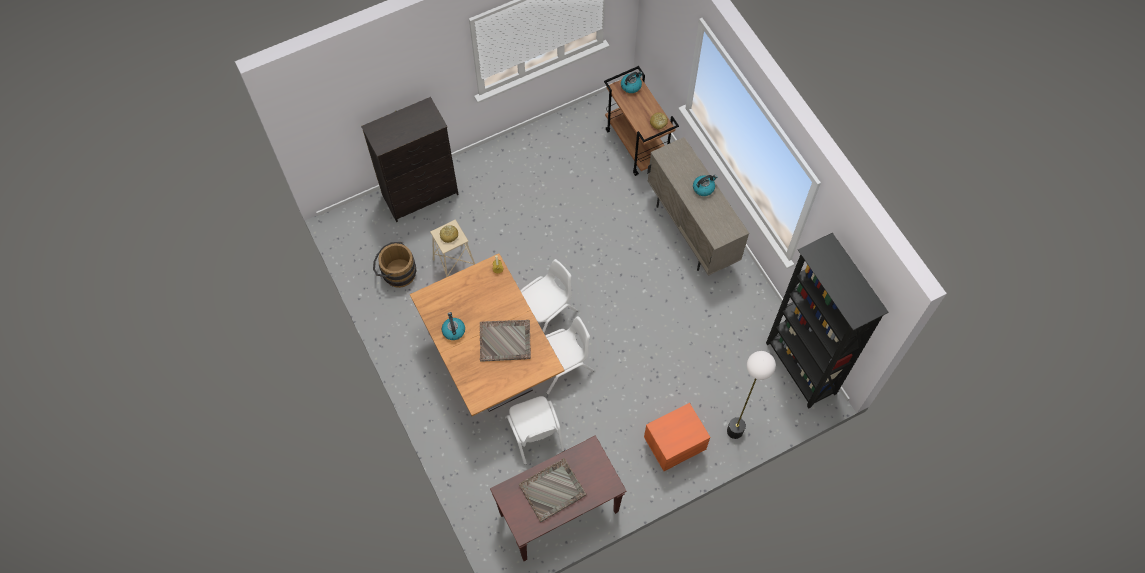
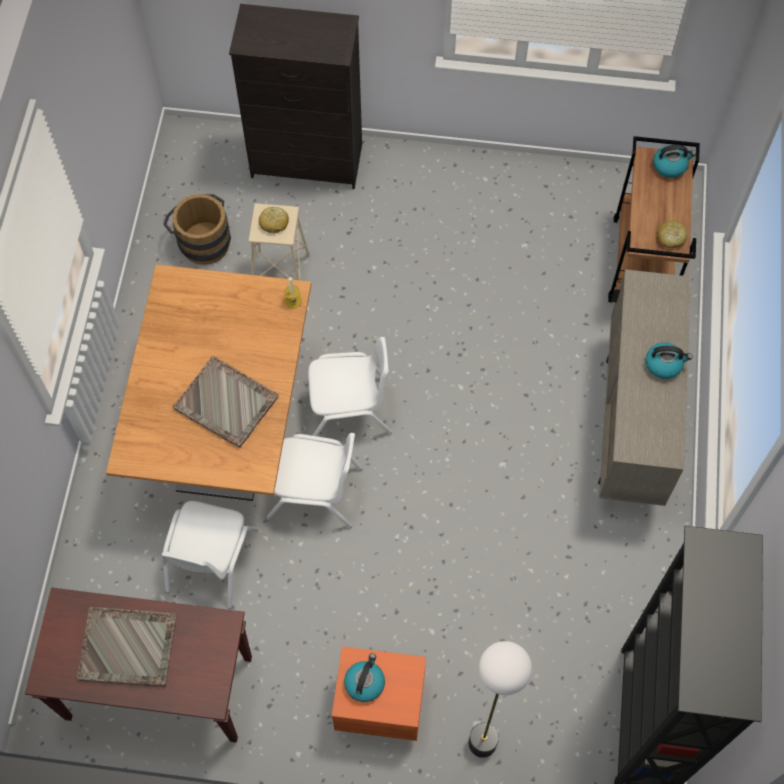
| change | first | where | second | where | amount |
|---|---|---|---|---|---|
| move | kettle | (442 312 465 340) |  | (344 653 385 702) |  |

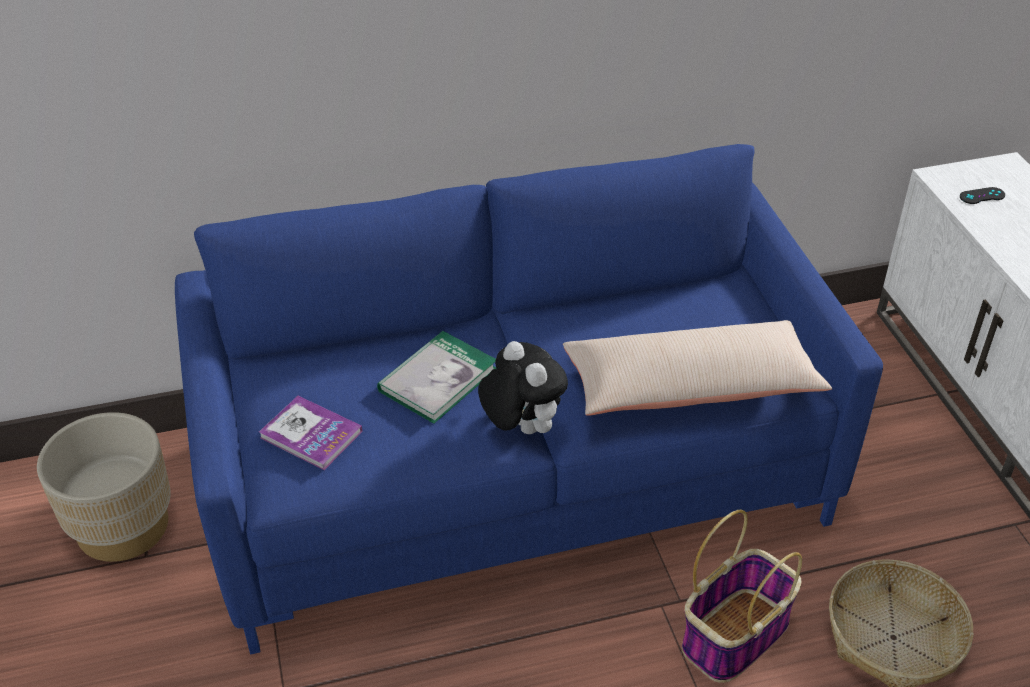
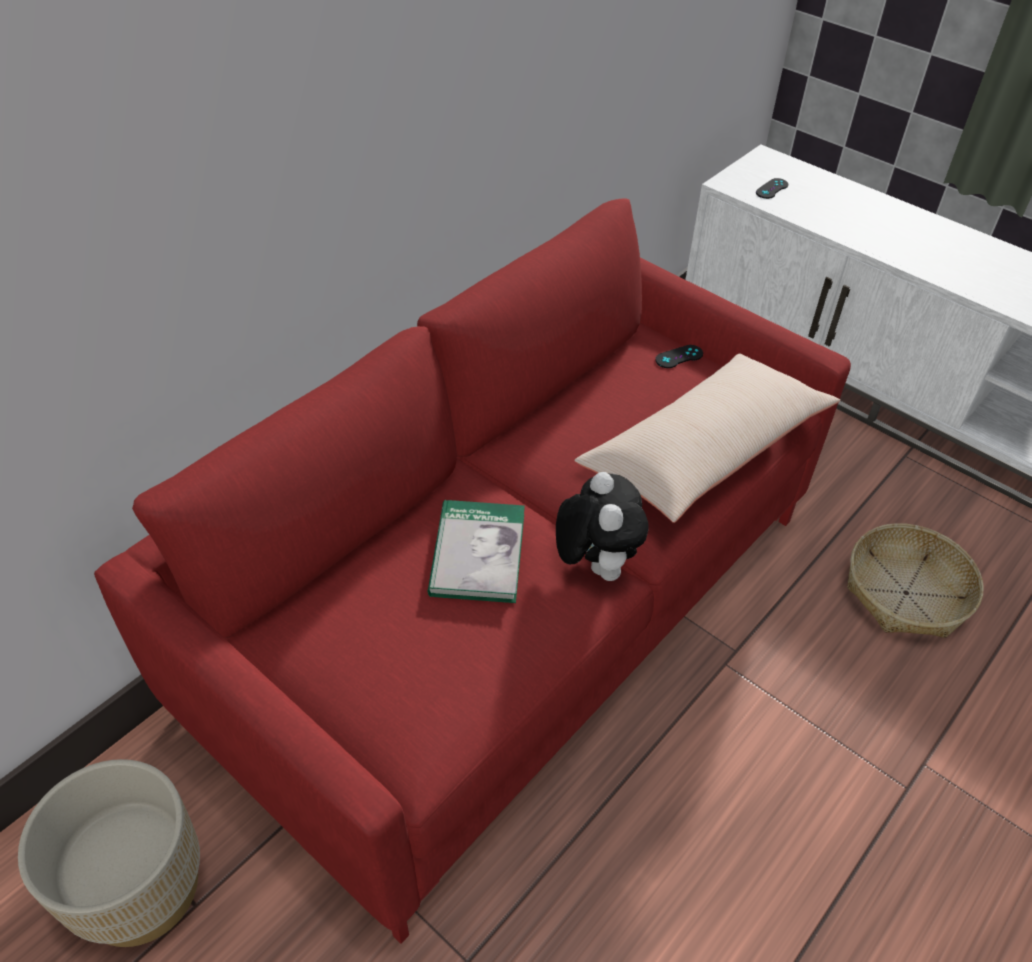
| change | first | where | second | where | amount |
|---|---|---|---|---|---|
| delete | book | (259 396 363 470) |  |  |  |
| delete | basket | (682 510 802 683) |  |  |  |
| insert |  |  | game controller in black | (656 345 703 368) |  |
| recolor | sofa in blue | (175 144 883 654) | sofa in red | (94 198 851 944) |  |
| rotate | plush toy | (478 341 568 434) |  | (556 472 649 581) | 60 degrees clockwise |

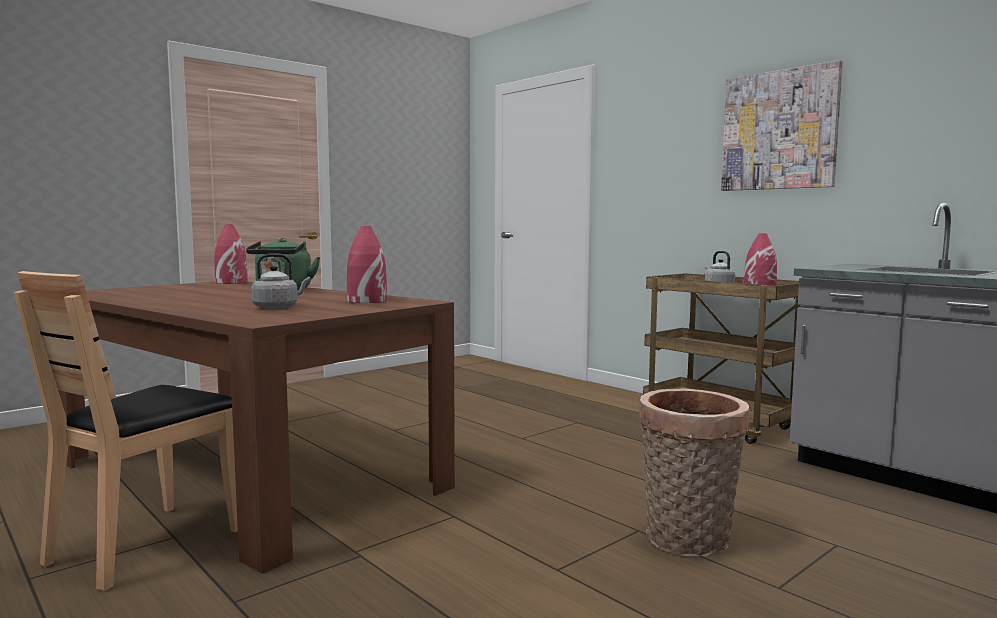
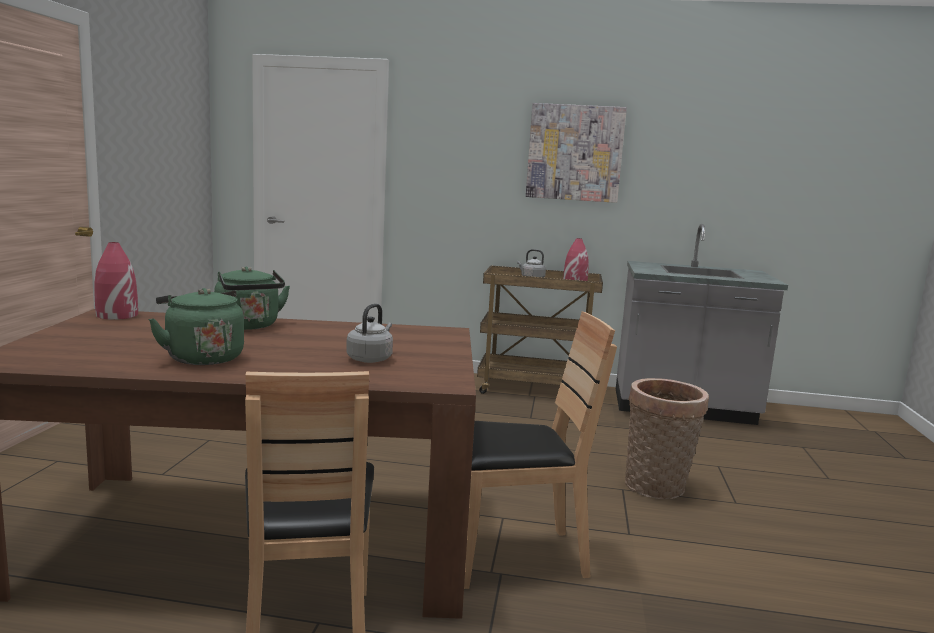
| change | first | where | second | where | amount |
|---|---|---|---|---|---|
| delete | vase in red | (347 226 387 303) |  |  |  |
| insert |  |  | kettle in green | (149 288 244 365) |  |
| insert |  |  | chair in brown | (464 311 617 589) |  |

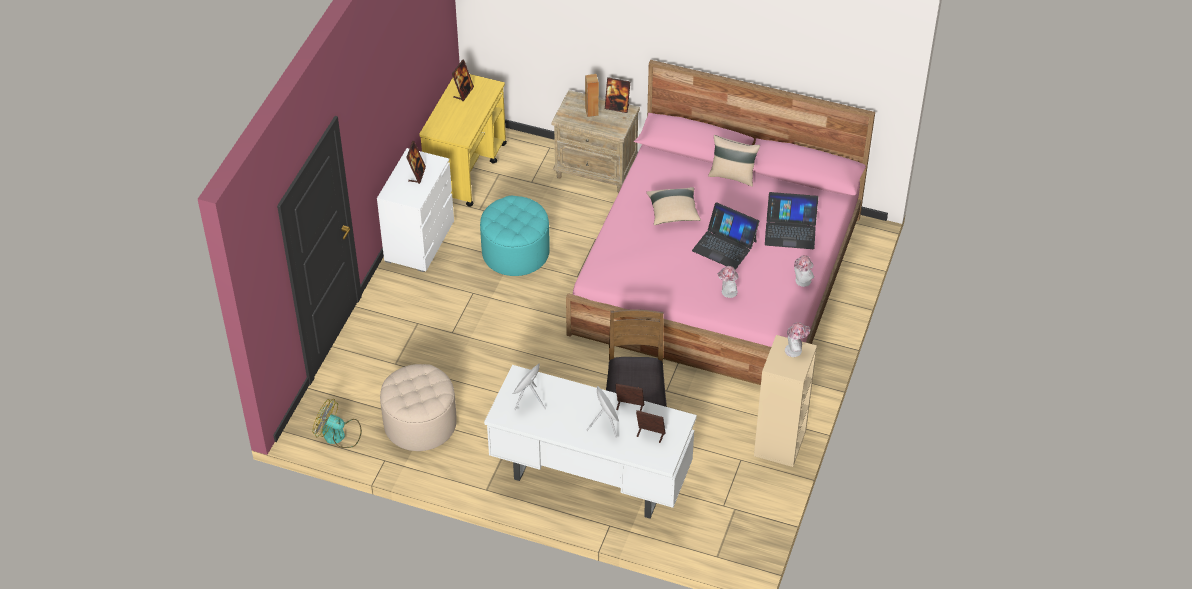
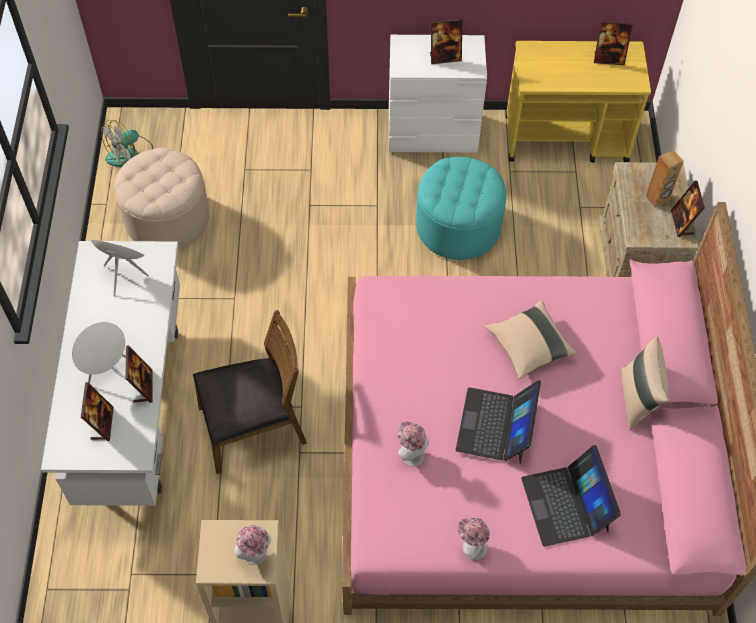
| change | first | where | second | where | amount |
|---|---|---|---|---|---|
| rotate | fan | (312 399 362 448) |  | (101 120 153 167) | 135 degrees counterclockwise |

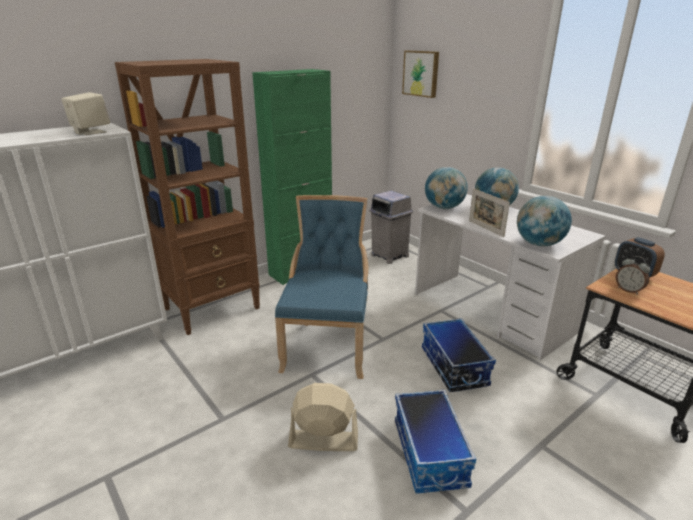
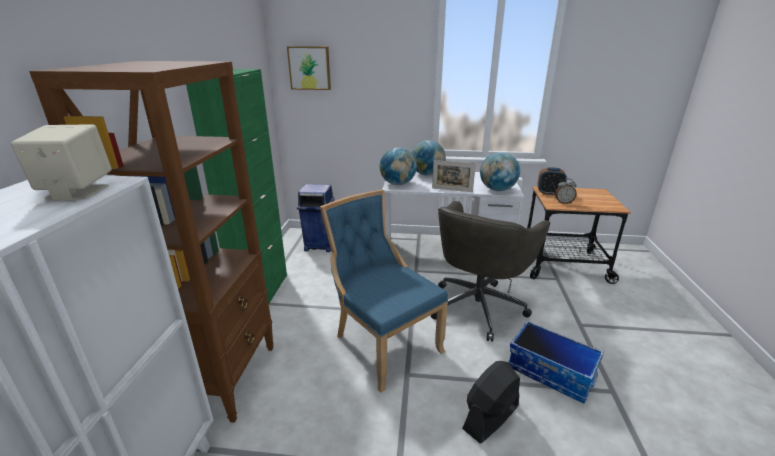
| change | first | where | second | where | amount |
|---|---|---|---|---|---|
| replace | storage box | (422 318 496 392) | office chair in grey | (431 201 550 342) |  |
| recolor | fan in beige | (288 383 358 451) | fan in black | (462 361 520 444) |  |
| recolor | trash can in grey | (369 191 413 264) | trash can in blue | (297 184 335 252) |  |

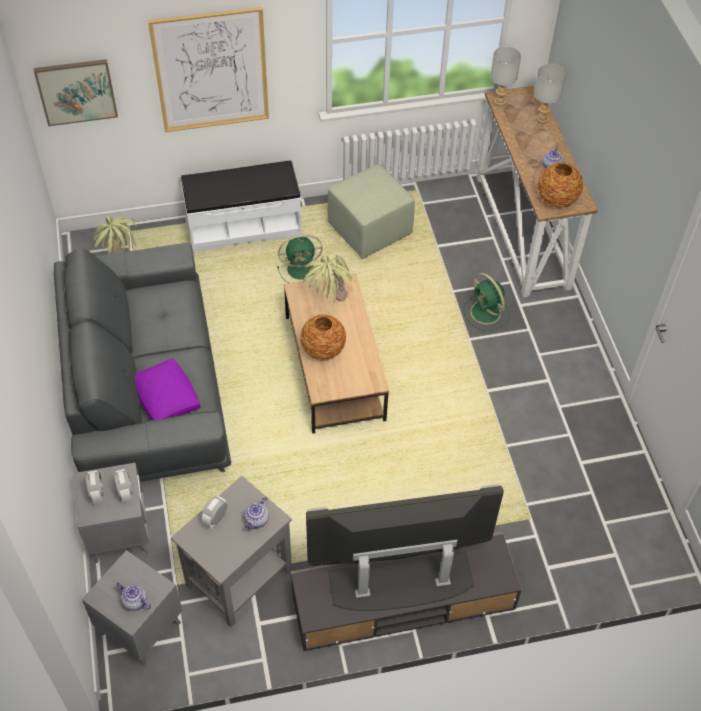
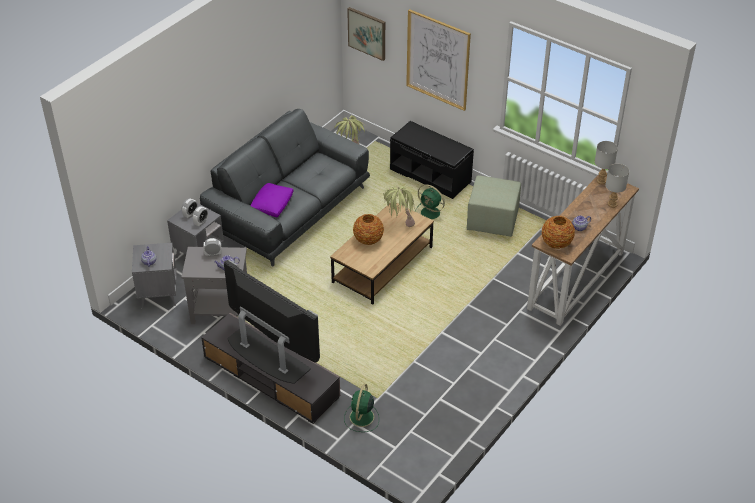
| change | first | where | second | where | amount |
|---|---|---|---|---|---|
| move | fan in green | (464 273 510 331) |  | (344 384 379 432) |  |
| recolor | bench in white | (181 160 301 252) | bench in black | (390 121 474 199) |  |

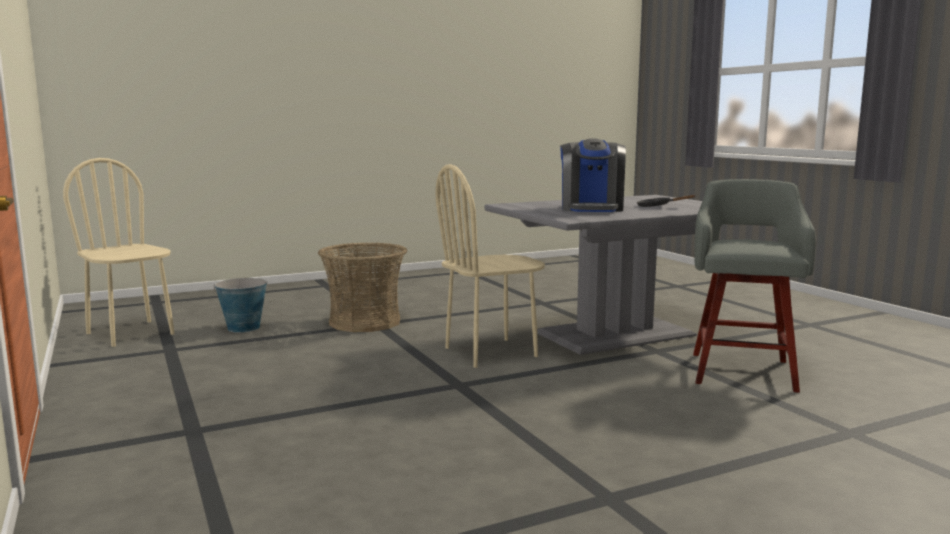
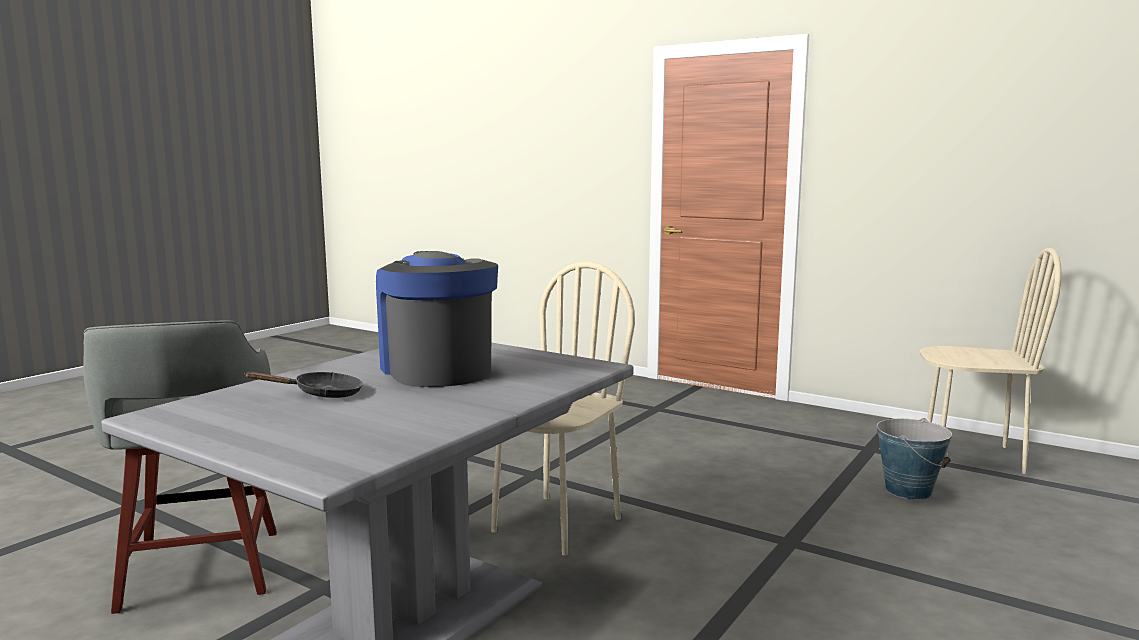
| change | first | where | second | where | amount |
|---|---|---|---|---|---|
| delete | basket | (318 242 407 332) |  |  |  |

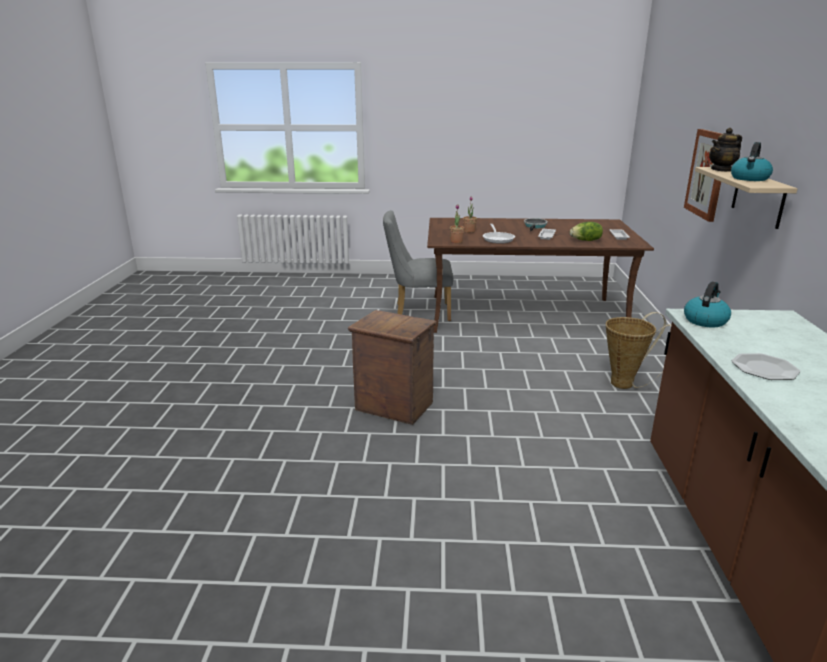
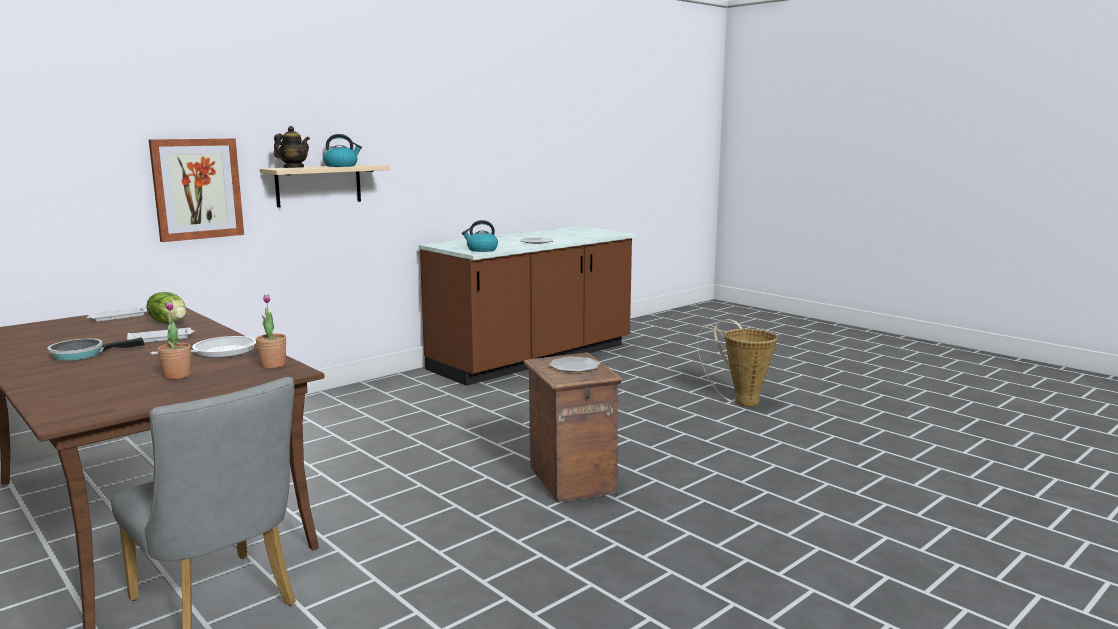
| change | first | where | second | where | amount |
|---|---|---|---|---|---|
| insert |  |  | plate | (549 356 600 372) |  |
| move | basket | (606 312 672 389) |  | (697 319 778 406) |  |
| rotate | teapot | (709 128 742 172) |  | (274 126 310 168) | 75 degrees counterclockwise |

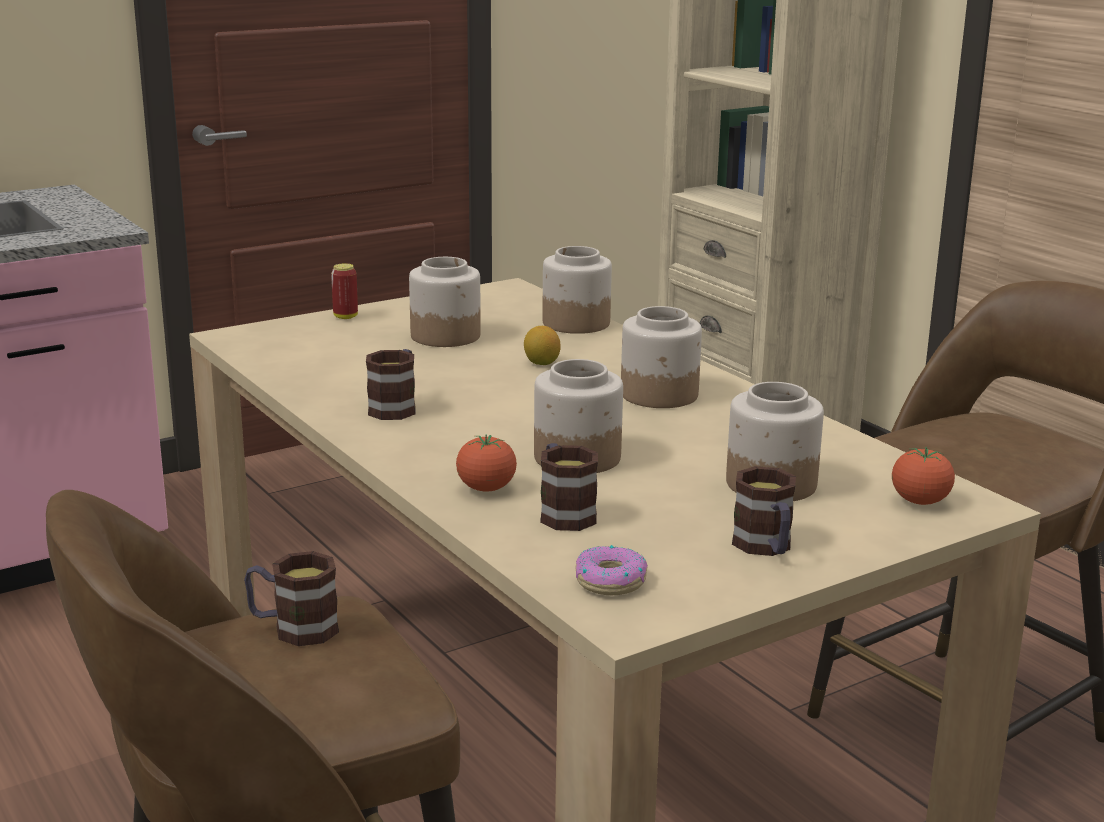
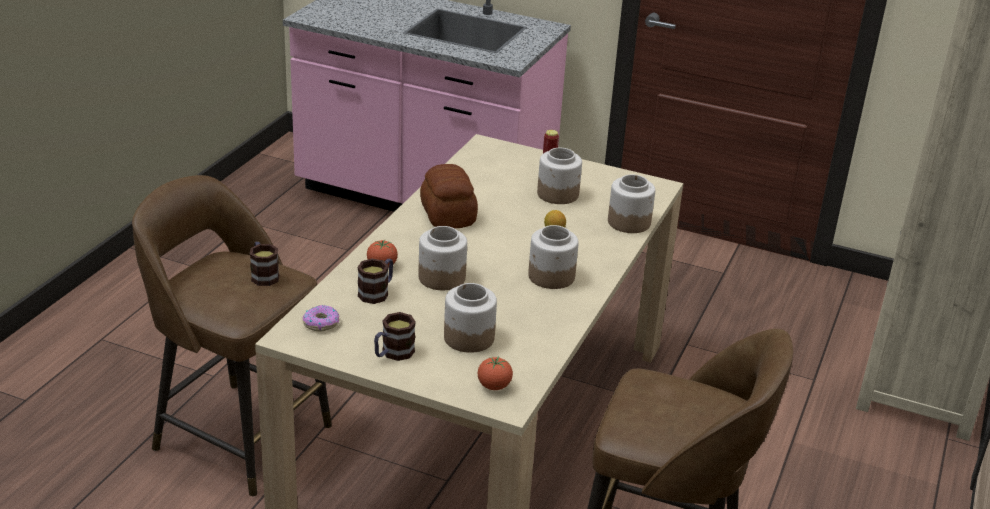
| change | first | where | second | where | amount |
|---|---|---|---|---|---|
| replace | mug | (366 349 416 420) | bread | (420 164 478 228) |  |

